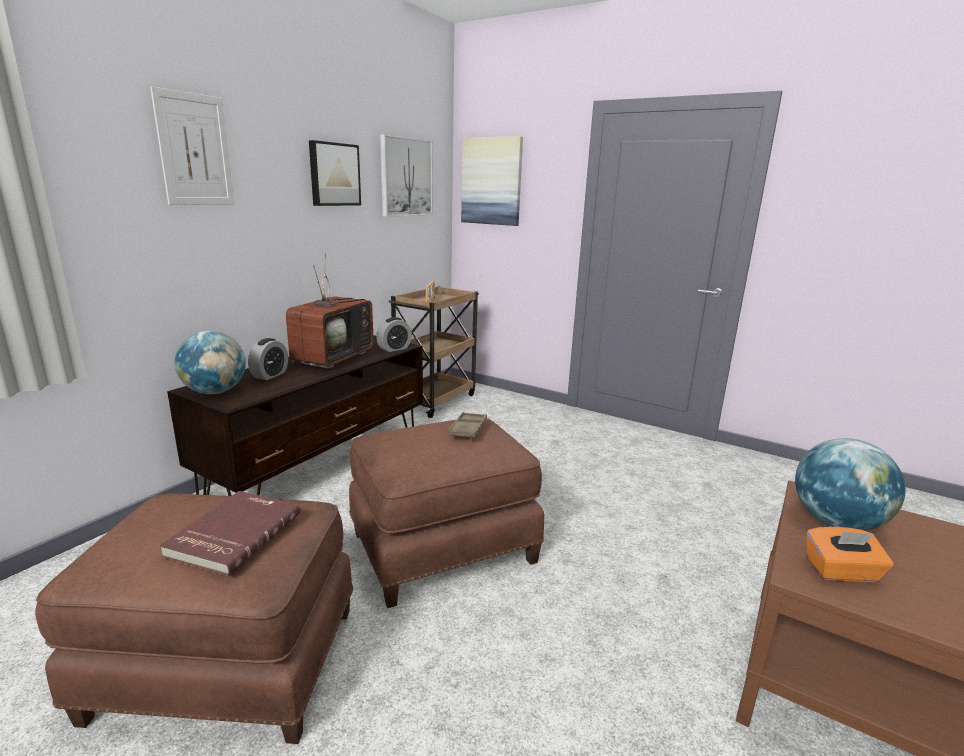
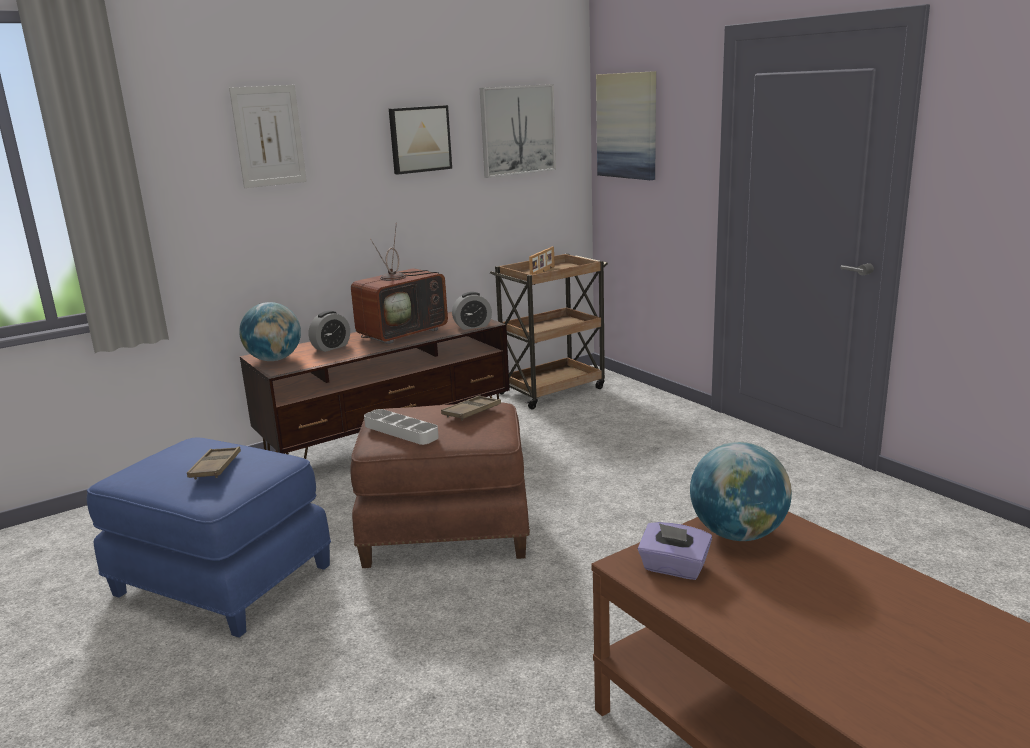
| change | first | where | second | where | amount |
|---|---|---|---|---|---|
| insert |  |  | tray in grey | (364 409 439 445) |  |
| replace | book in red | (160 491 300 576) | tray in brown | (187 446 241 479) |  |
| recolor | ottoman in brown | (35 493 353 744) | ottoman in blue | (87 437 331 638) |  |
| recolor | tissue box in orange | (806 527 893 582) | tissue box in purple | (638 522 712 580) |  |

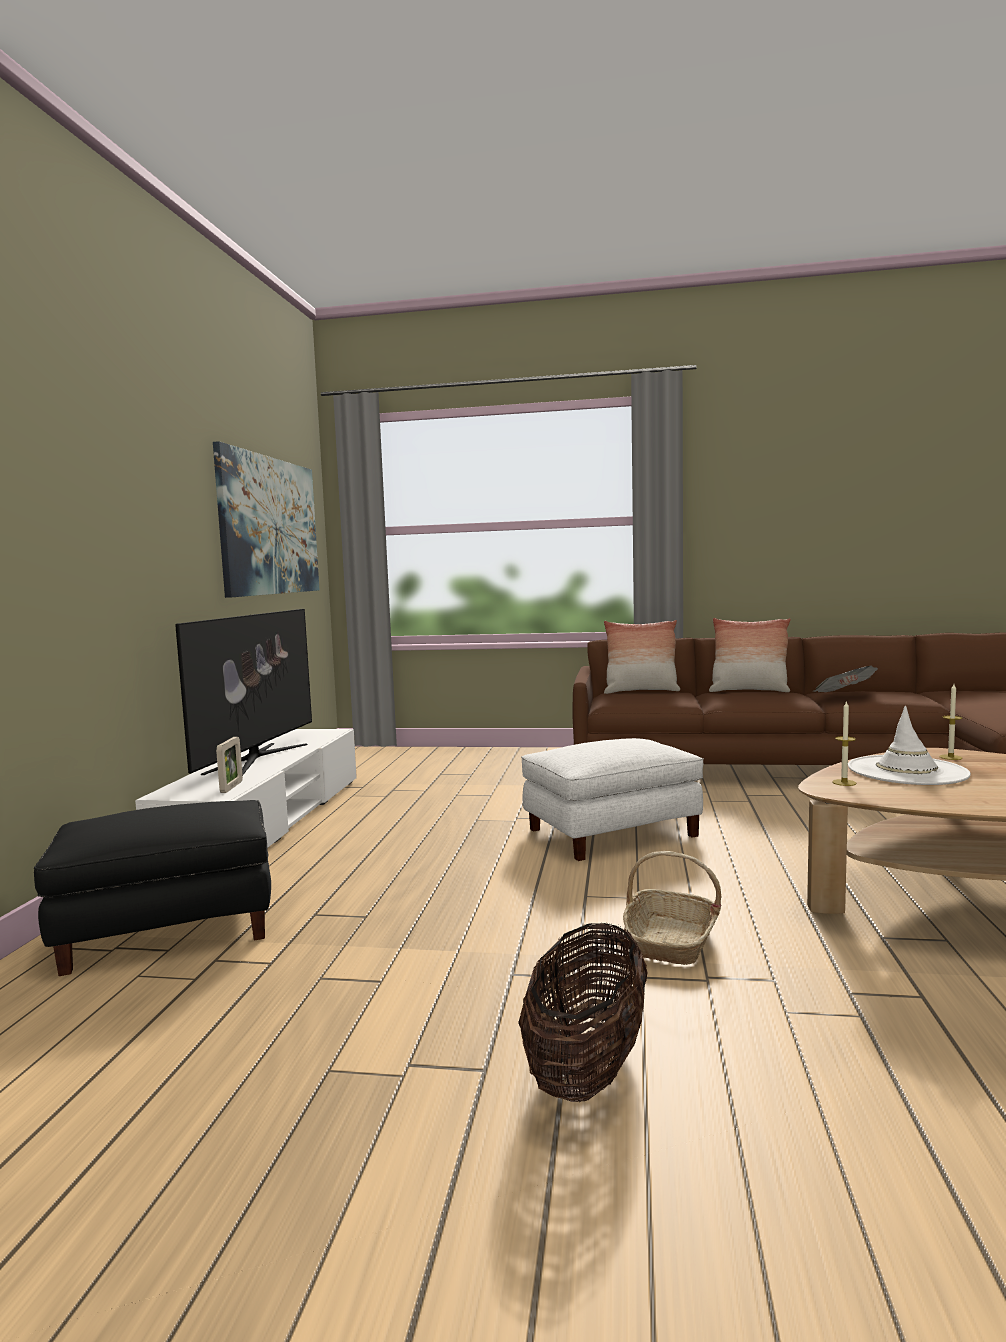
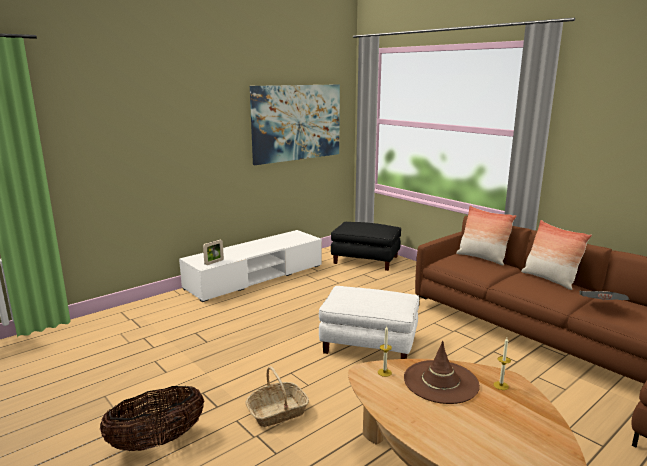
| change | first | where | second | where | amount |
|---|---|---|---|---|---|
| delete | television | (175 609 312 775) |  |  |  |
| move | ottoman in black | (34 800 271 976) |  | (331 222 401 271) |  |
| recolor | hat in white | (848 706 971 785) | hat in brown | (404 341 480 404) |  |

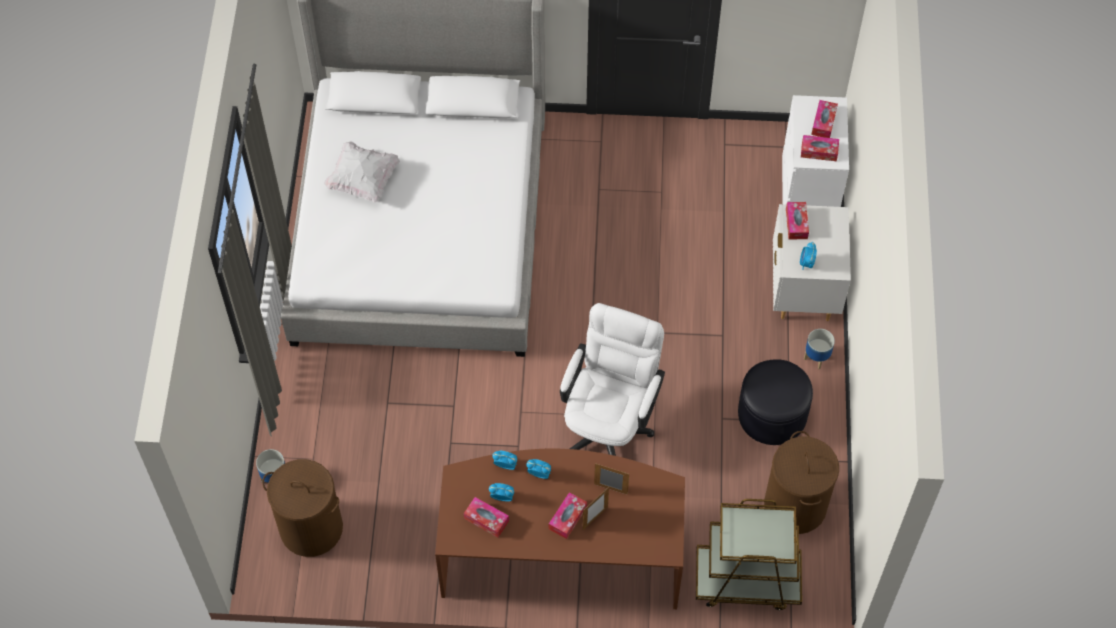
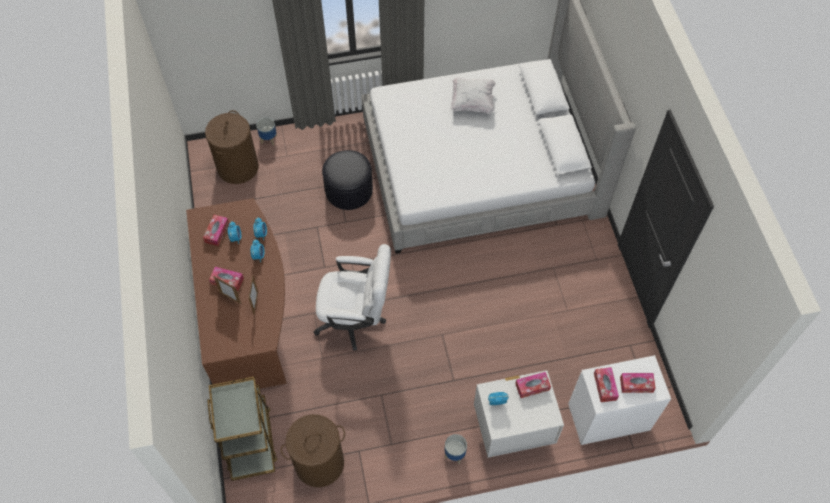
| change | first | where | second | where | amount |
|---|---|---|---|---|---|
| move | ottoman in black | (738 359 813 445) |  | (322 150 373 210) |  |

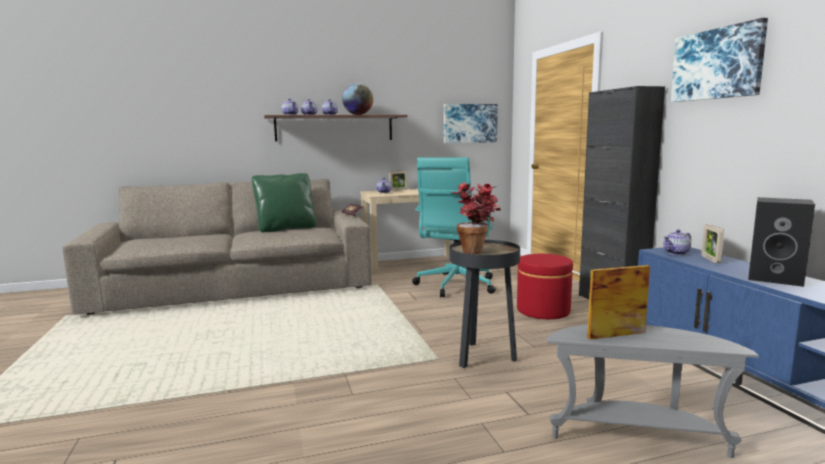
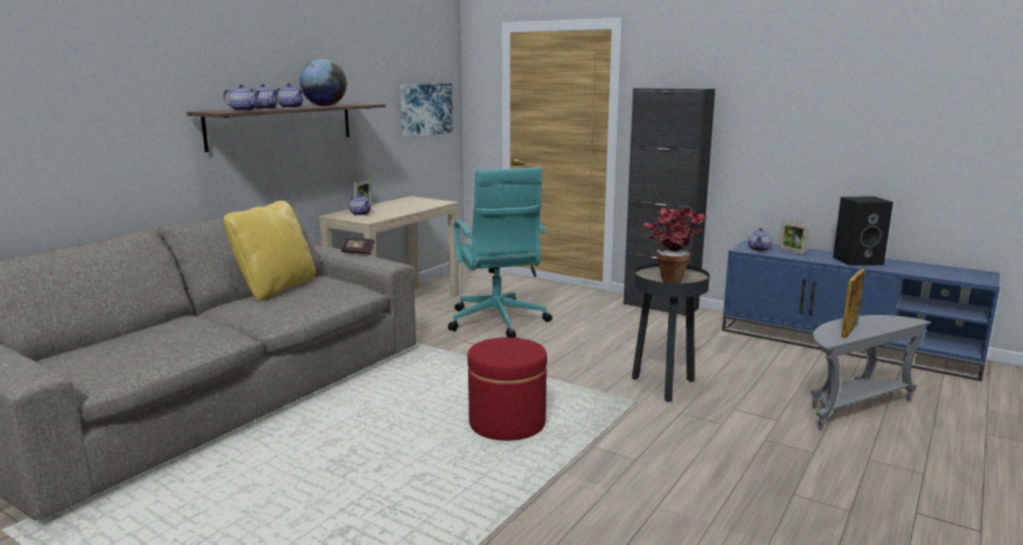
| change | first | where | second | where | amount |
|---|---|---|---|---|---|
| delete | picture | (671 18 768 102) |  |  |  |
| move | ottoman in red | (517 254 573 319) |  | (467 337 547 441) |  |
| recolor | pillow in green | (251 173 317 232) | pillow in yellow | (223 201 316 301) |  |

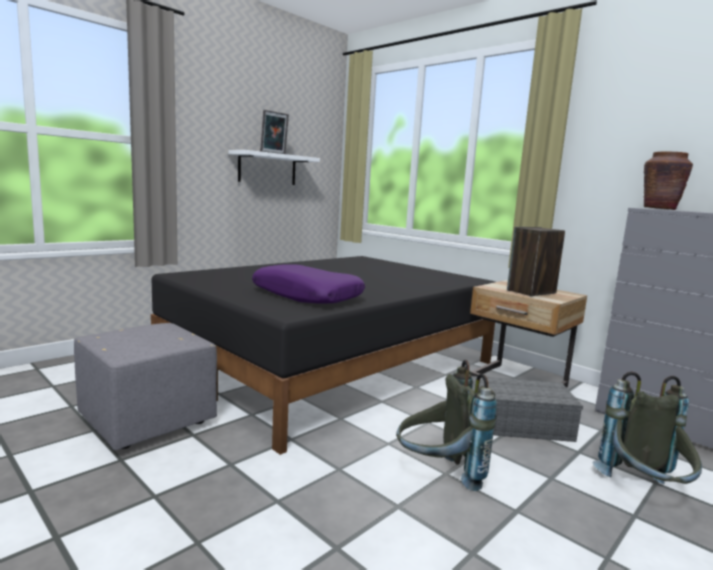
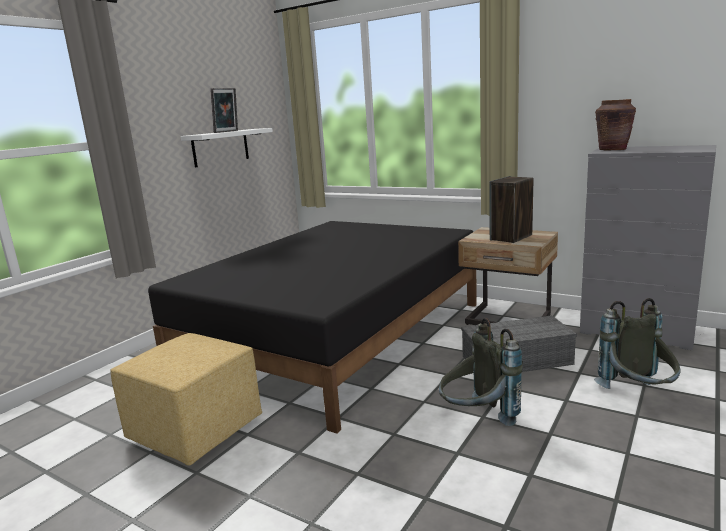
| change | first | where | second | where | amount |
|---|---|---|---|---|---|
| delete | pillow in purple | (252 264 365 304) |  |  |  |
| recolor | ottoman in grey | (74 323 217 450) | ottoman in yellow | (110 333 262 466) |  |

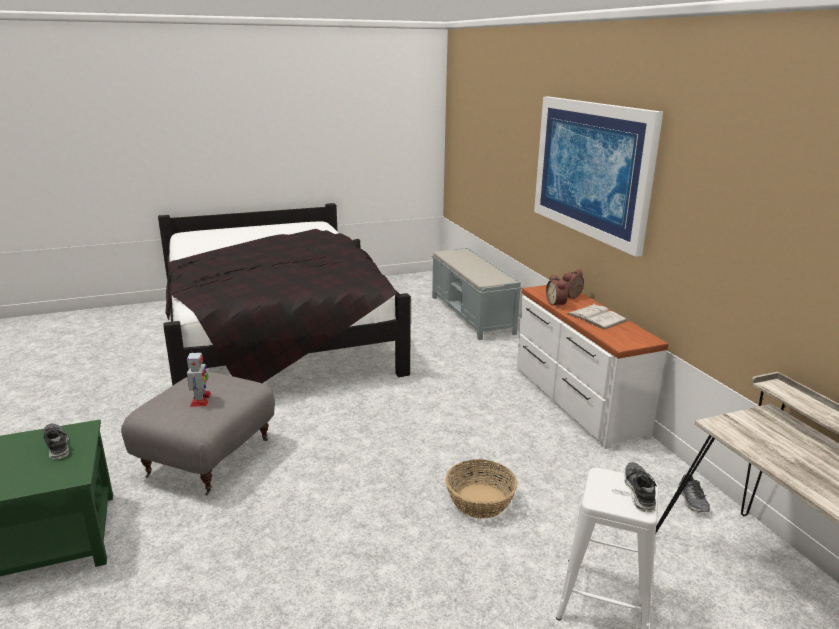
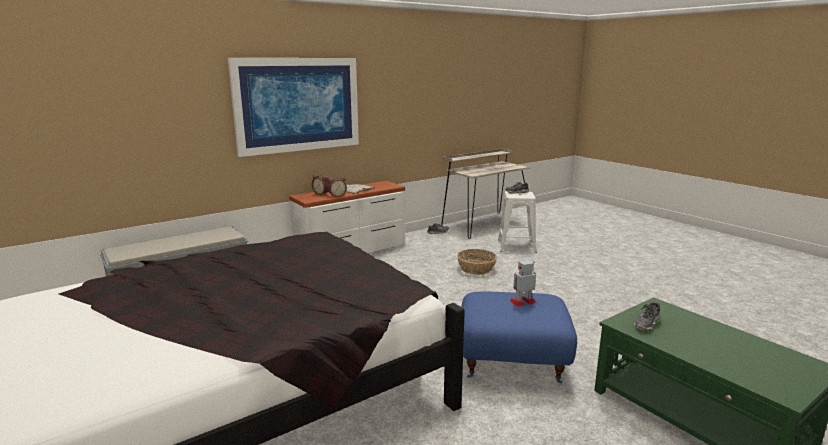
| change | first | where | second | where | amount |
|---|---|---|---|---|---|
| recolor | ottoman in grey | (121 372 275 495) | ottoman in blue | (461 292 577 384) |  |

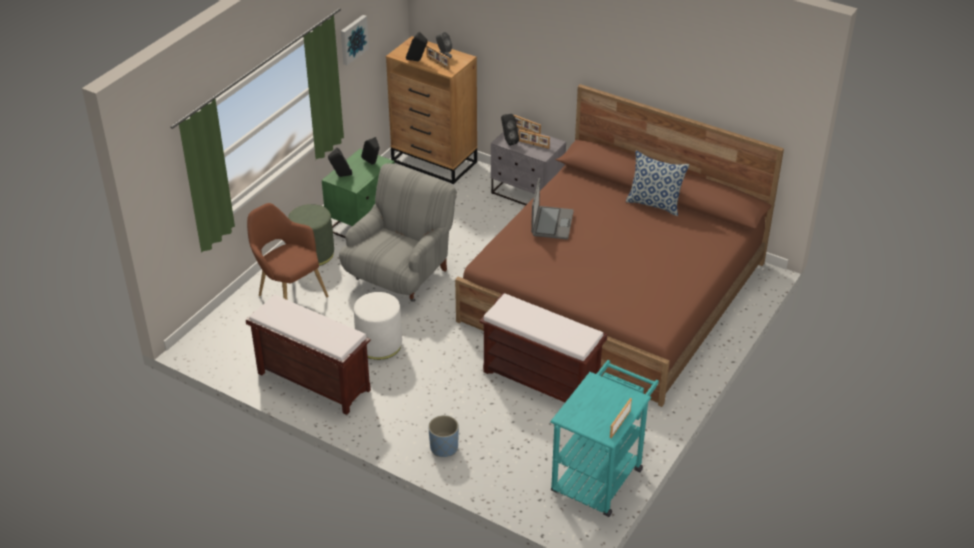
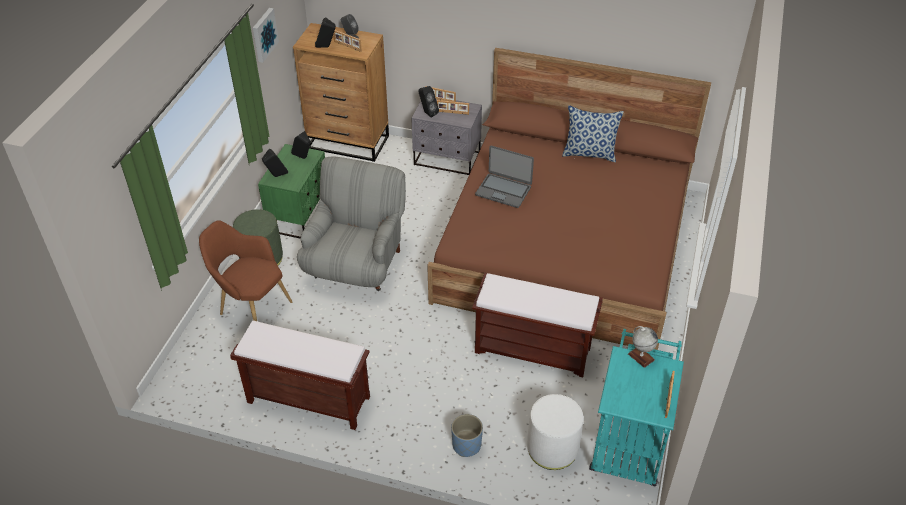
| change | first | where | second | where | amount |
|---|---|---|---|---|---|
| insert |  |  | globe | (628 326 658 368) |  |
| move | ottoman in white | (354 292 402 360) |  | (527 394 583 470) |  |
| rotate | laptop | (531 178 574 239) |  | (475 145 534 208) | 120 degrees clockwise |

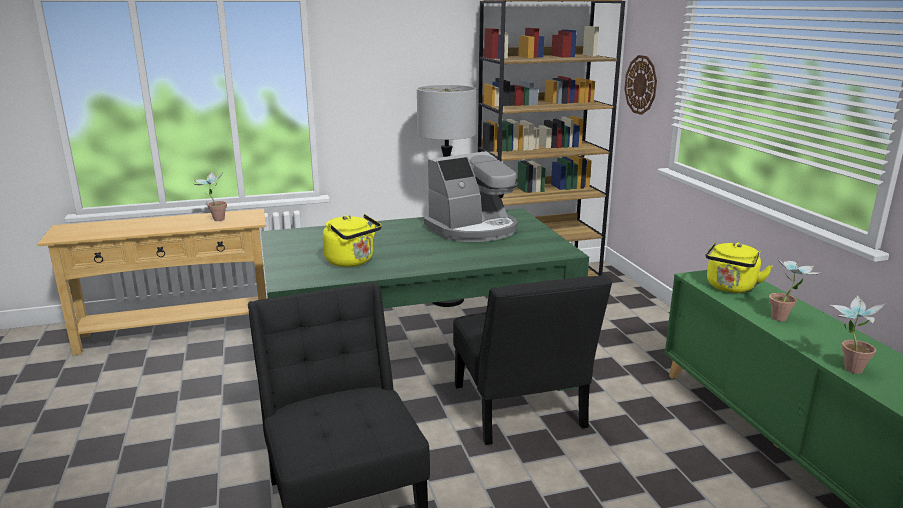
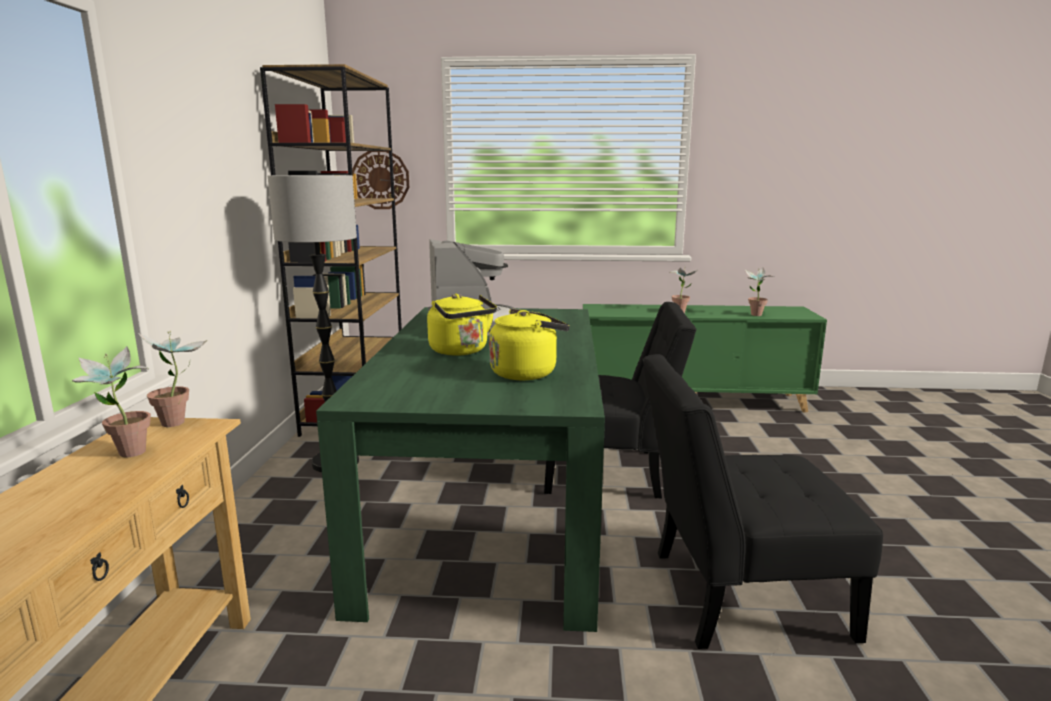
| change | first | where | second | where | amount |
|---|---|---|---|---|---|
| insert |  |  | potted plant | (138 331 207 427) |  |
| move | kettle in yellow | (706 242 773 293) |  | (427 294 497 356) |  |

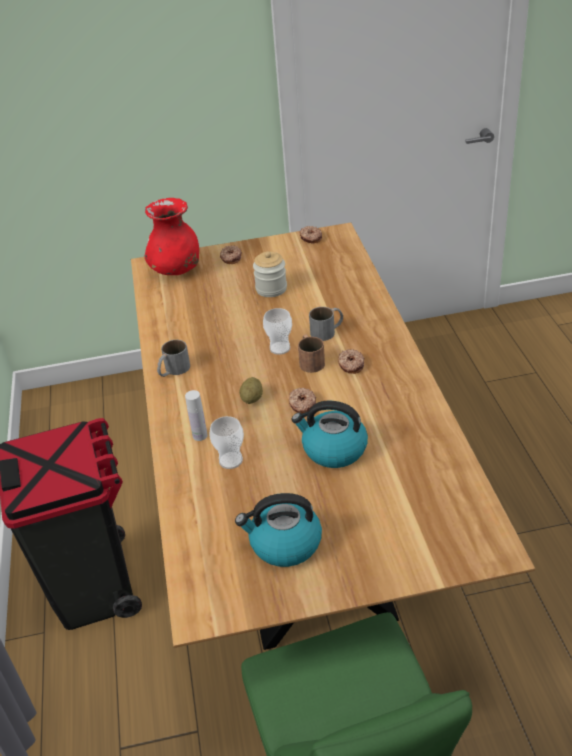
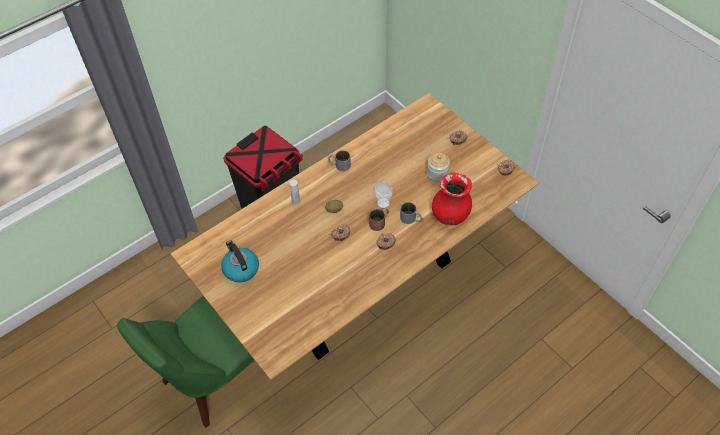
| change | first | where | second | where | amount |
|---|---|---|---|---|---|
| delete | cup | (210 416 244 469) |  |  |  |
| delete | kettle | (291 400 368 468) |  |  |  |
| move | vase in red | (145 198 199 275) |  | (432 173 472 225) |  |

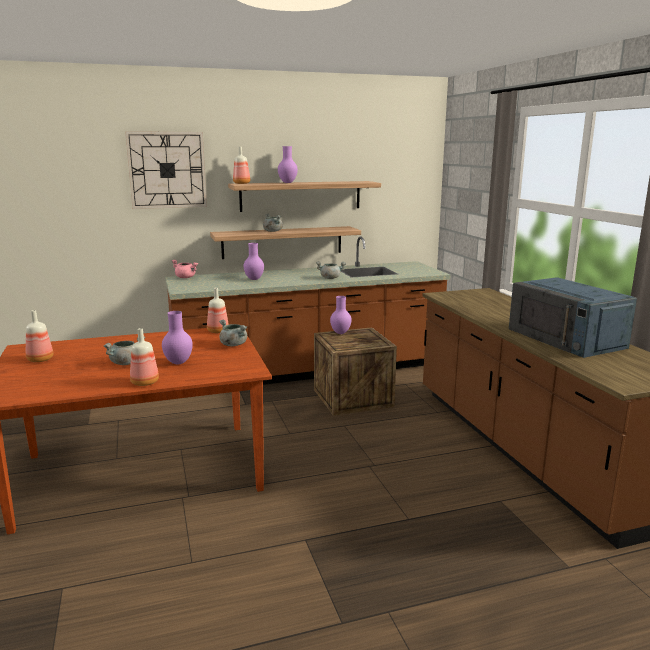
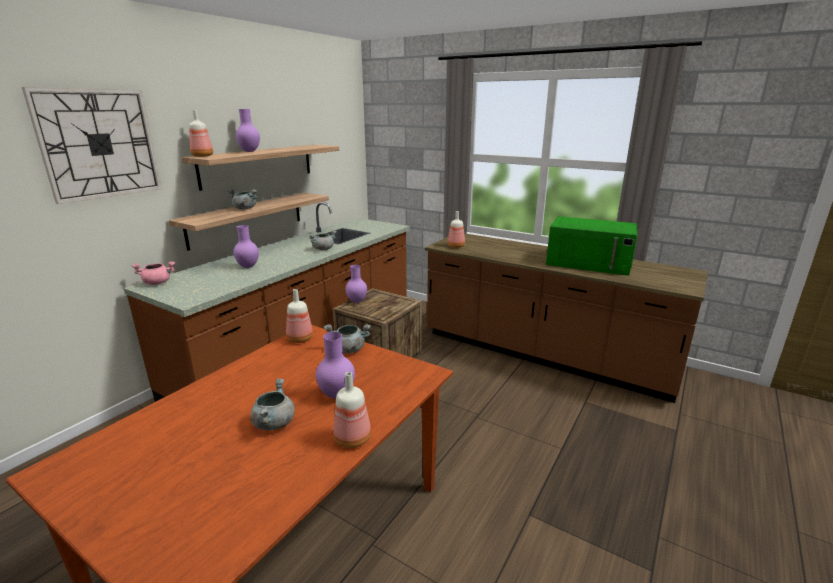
| change | first | where | second | where | amount |
|---|---|---|---|---|---|
| move | bottle | (26 310 53 362) |  | (448 211 465 248) |  |
| recolor | microwave in blue | (509 277 637 358) | microwave in green | (546 216 638 276) |  |

